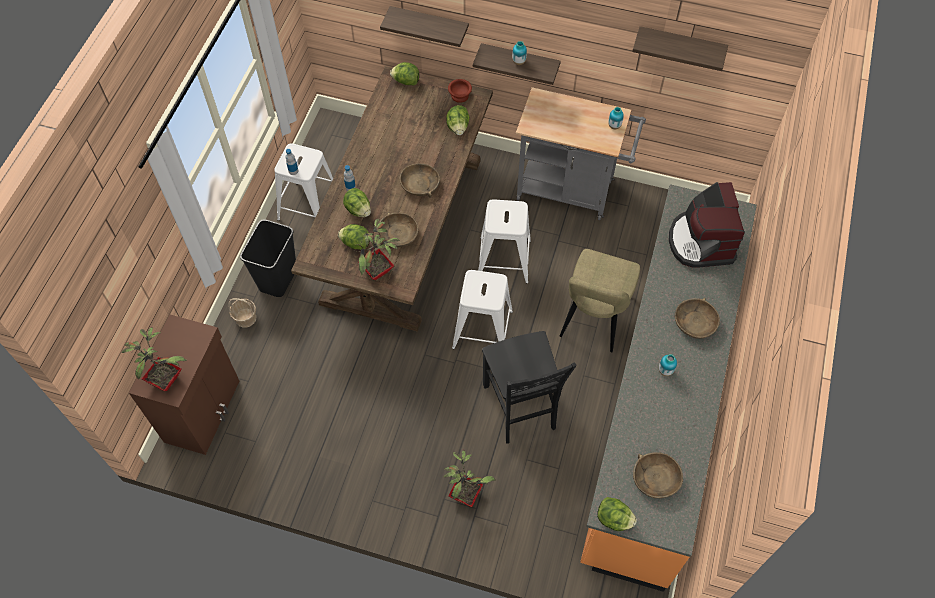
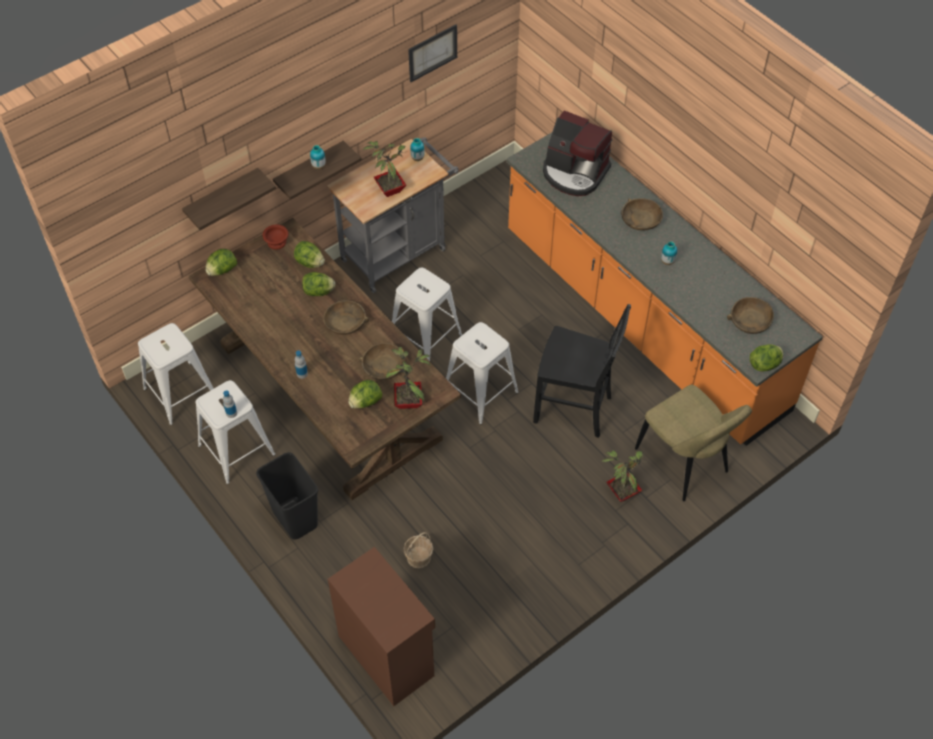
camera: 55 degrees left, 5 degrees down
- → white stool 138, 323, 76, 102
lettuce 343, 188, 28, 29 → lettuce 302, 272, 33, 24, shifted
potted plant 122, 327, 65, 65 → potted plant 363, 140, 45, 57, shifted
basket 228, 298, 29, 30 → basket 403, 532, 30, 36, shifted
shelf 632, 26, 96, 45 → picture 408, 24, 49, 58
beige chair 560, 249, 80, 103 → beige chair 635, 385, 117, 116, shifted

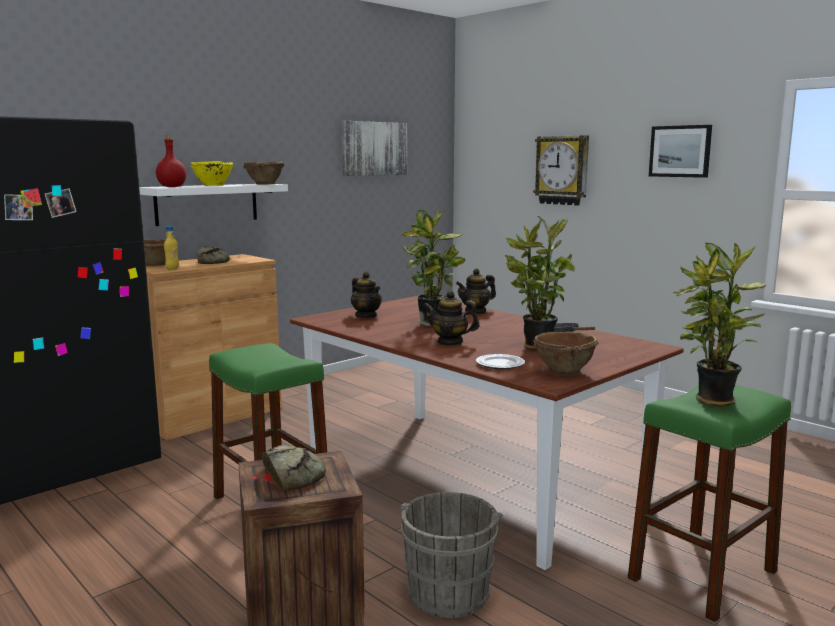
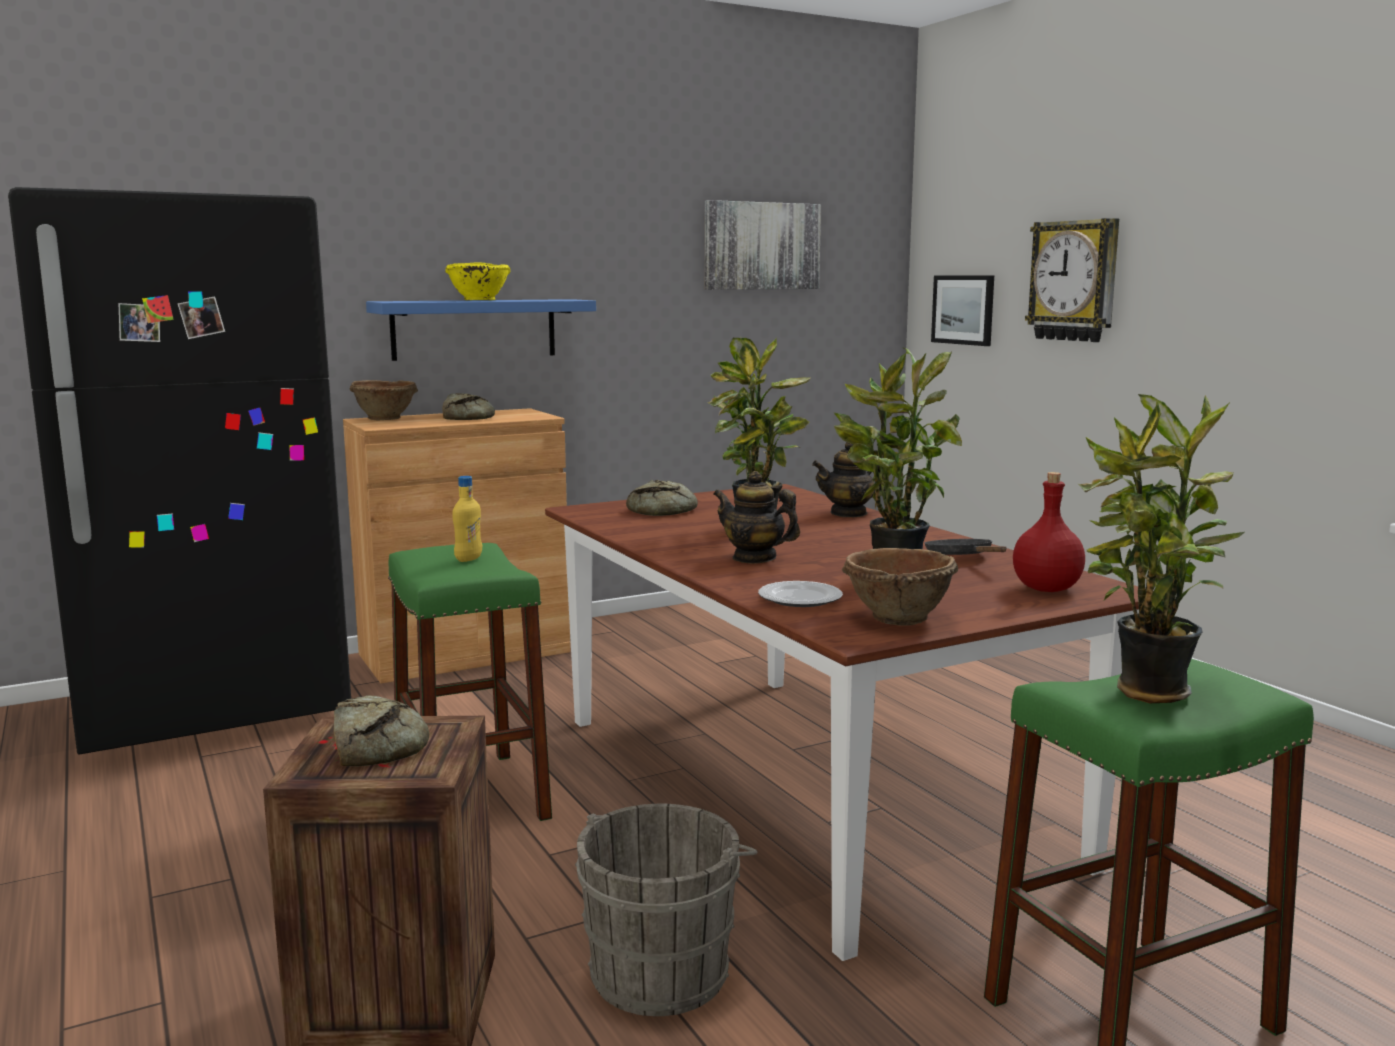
camera: 15 degrees right, 0 degrees up
white shelf 139, 184, 149, 42 → blue shelf 366, 299, 230, 62
yellow bottle 164, 226, 15, 44 → yellow bottle 452, 476, 30, 86, shifted
teapot 351, 272, 31, 46 → bread 626, 480, 72, 36
picture 649, 125, 63, 53 → picture 931, 276, 63, 70, shifted
red bottle 156, 135, 30, 52 → red bottle 1013, 472, 72, 120, shifted
brown bowl 243, 161, 42, 24 → -

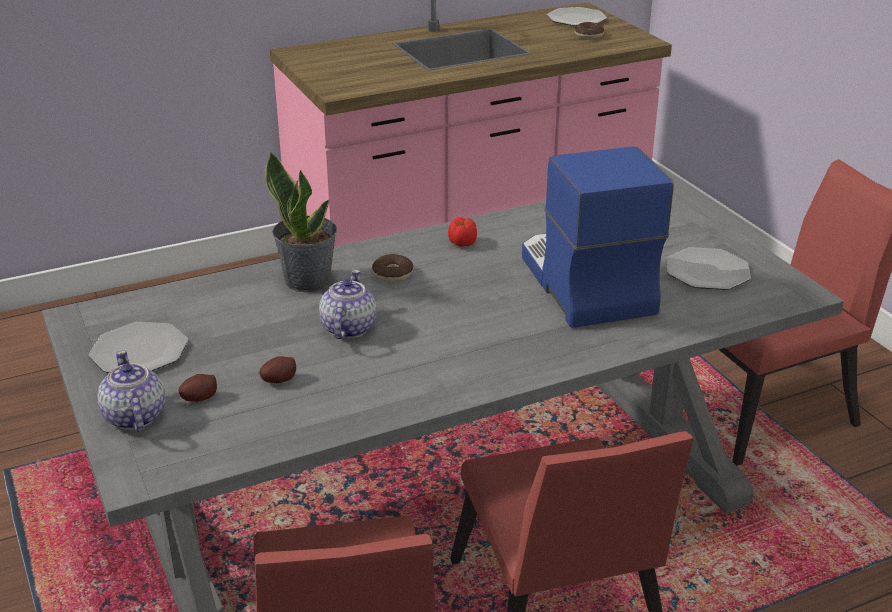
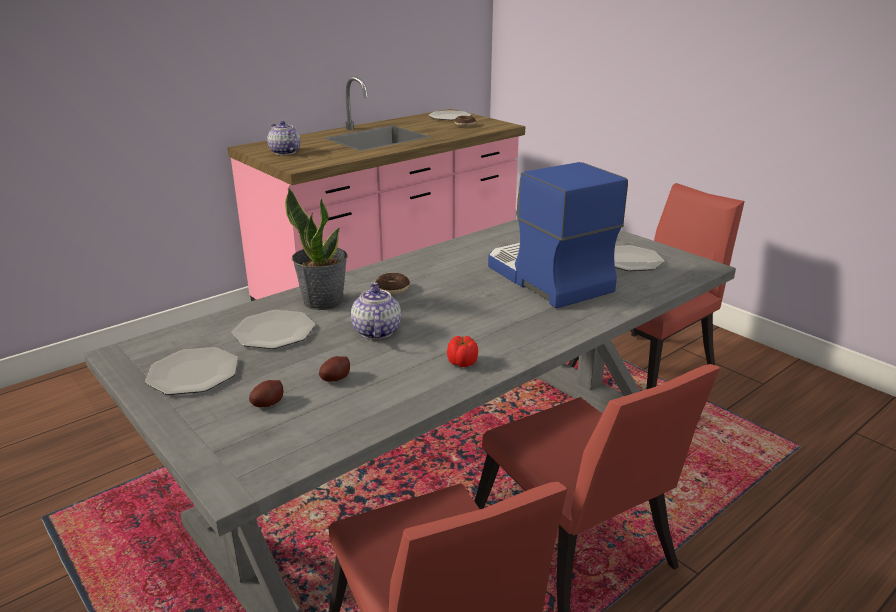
camera: 15 degrees left, 5 degrees down
- → plate 232, 310, 83, 39
teapot 97, 350, 68, 82 → teapot 267, 121, 34, 34, shifted
tomato 448, 217, 29, 30 → tomato 447, 336, 31, 31, shifted

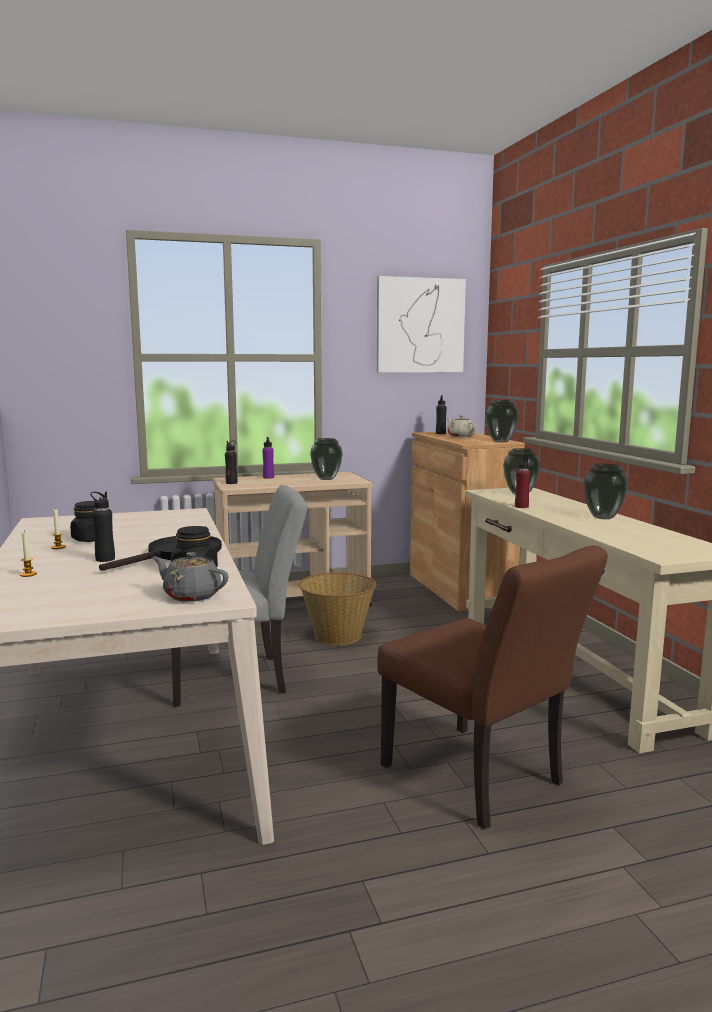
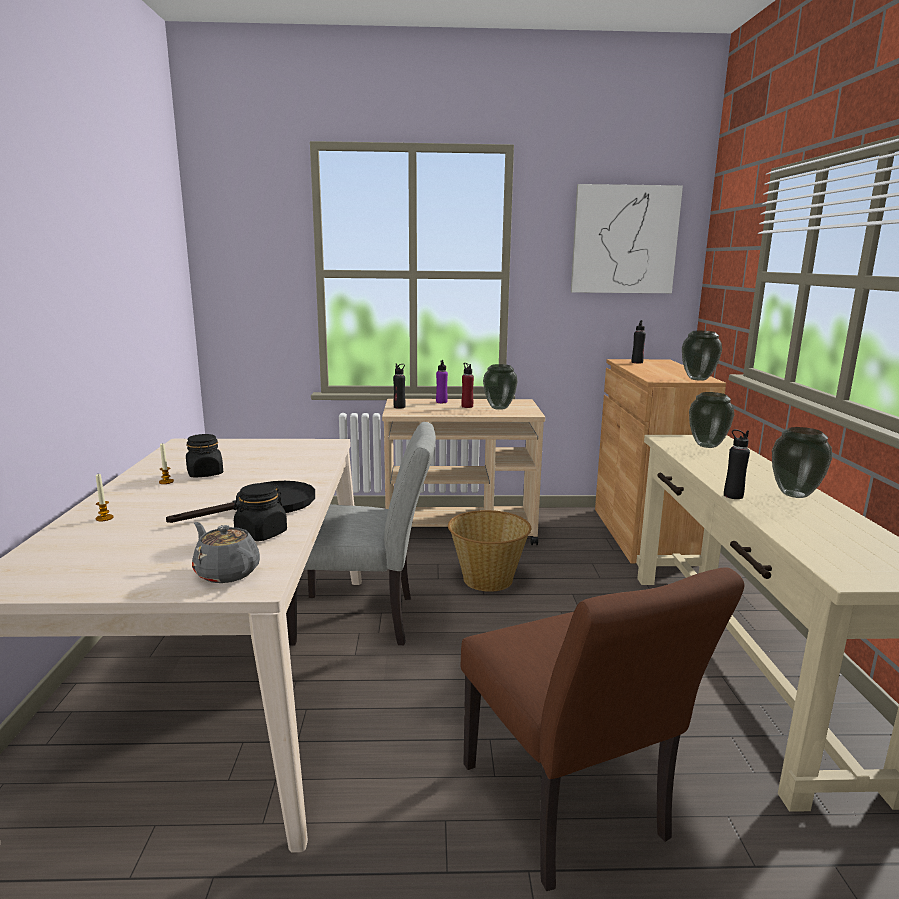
camera: 15 degrees right, 5 degrees up
red bottle 515, 456, 15, 52 → red bottle 461, 363, 13, 45, shifted
black bottle 90, 492, 25, 70 → black bottle 724, 429, 26, 70, shifted
beige teapot 447, 415, 29, 22 → -

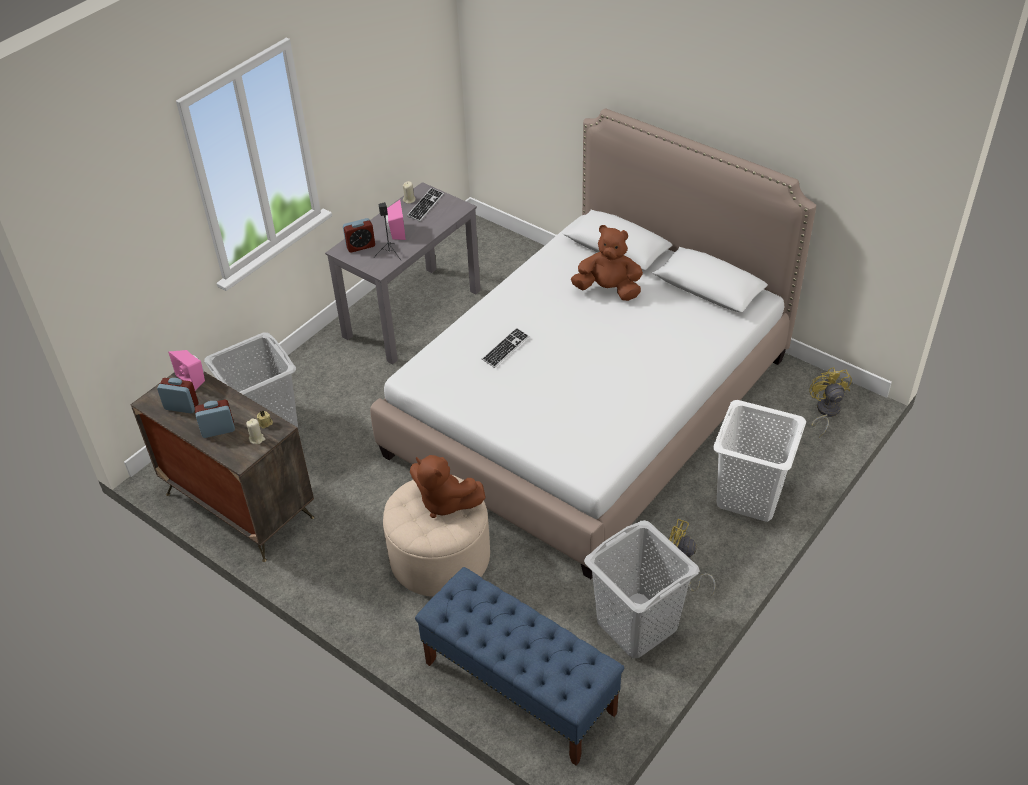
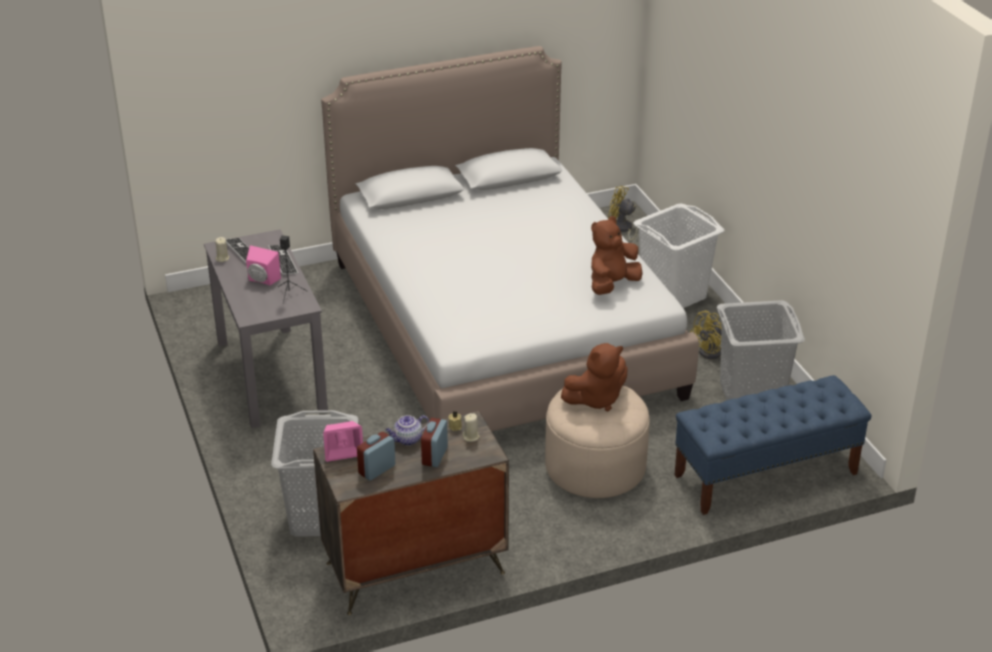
camera: 60 degrees left, 10 degrees down
keyboard 482, 328, 47, 40 → keyboard 268, 245, 30, 31, shifted
- → teapot 385, 415, 44, 31
brown plush toy 571, 225, 72, 76 → brown plush toy 591, 216, 52, 79, shifted
alarm clock 343, 218, 32, 35 → -

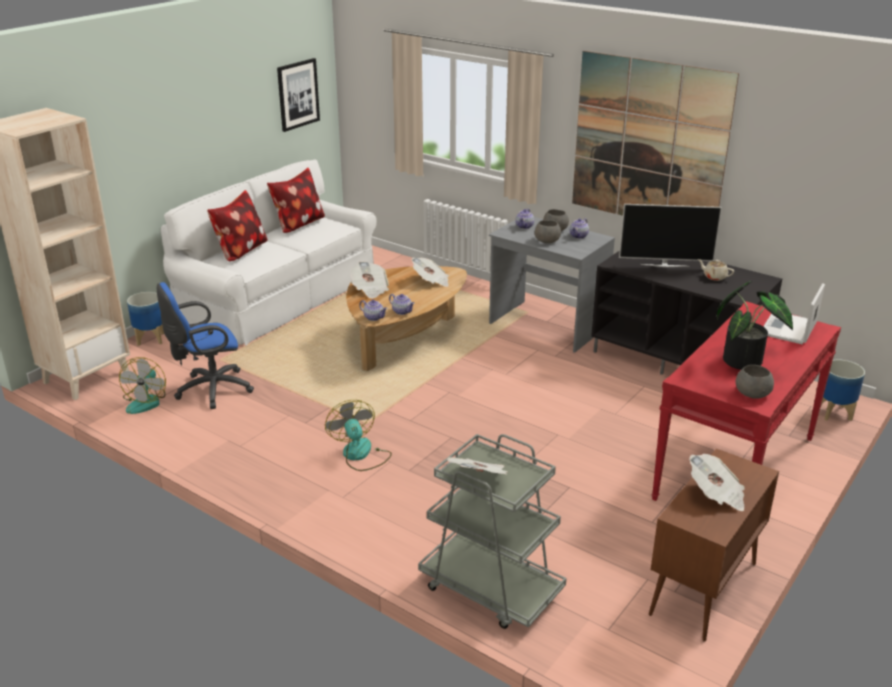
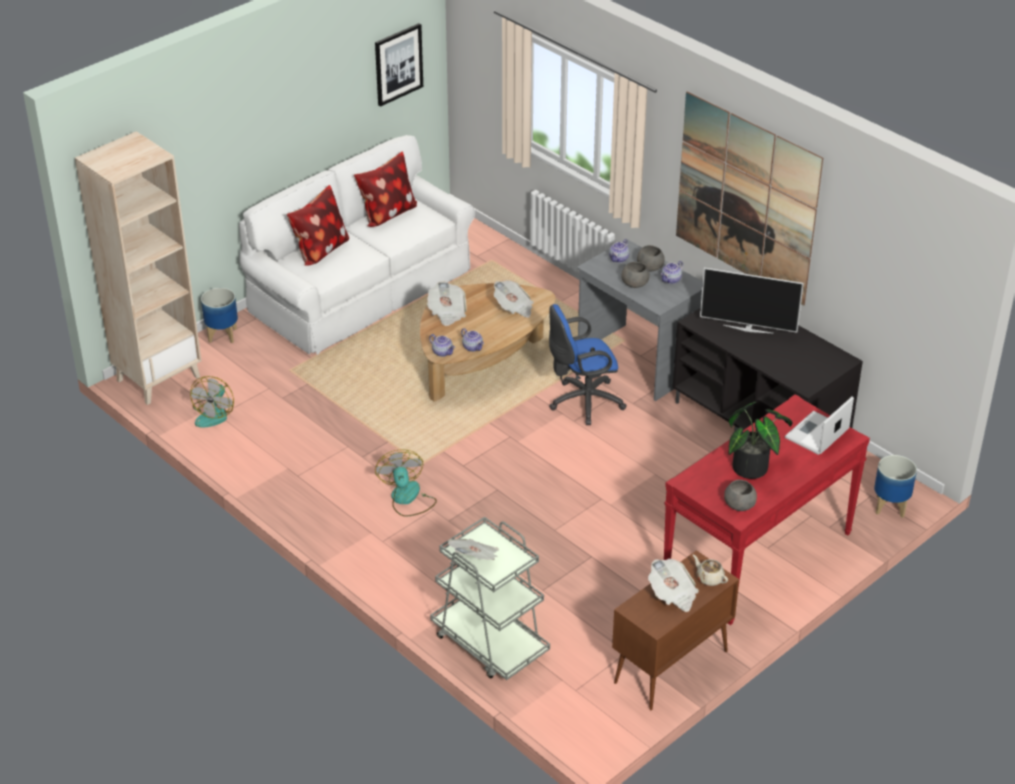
camera: 10 degrees right, 10 degrees up
blue office chair 157, 282, 97, 127 → blue office chair 549, 304, 78, 121, shifted
beige teapot 698, 259, 36, 22 → beige teapot 693, 555, 35, 31, shifted

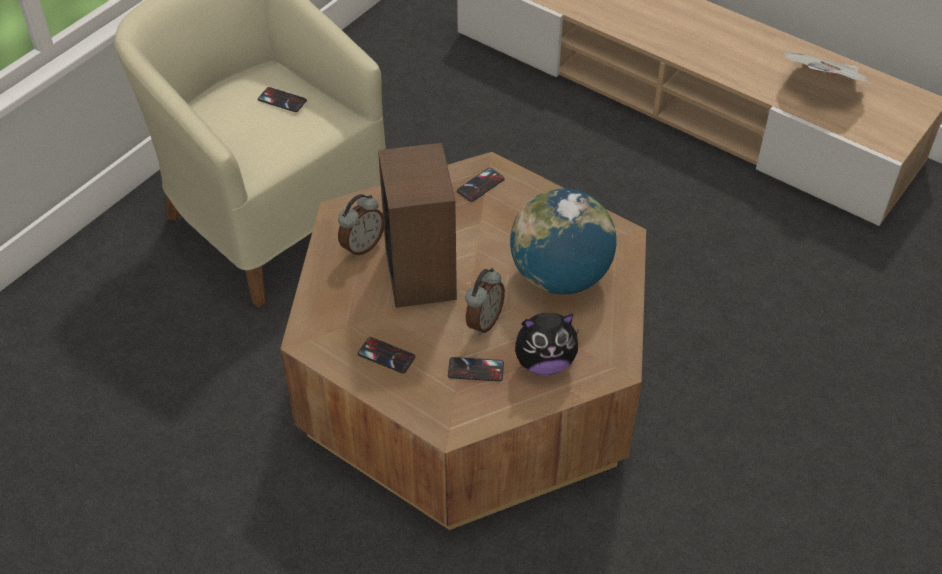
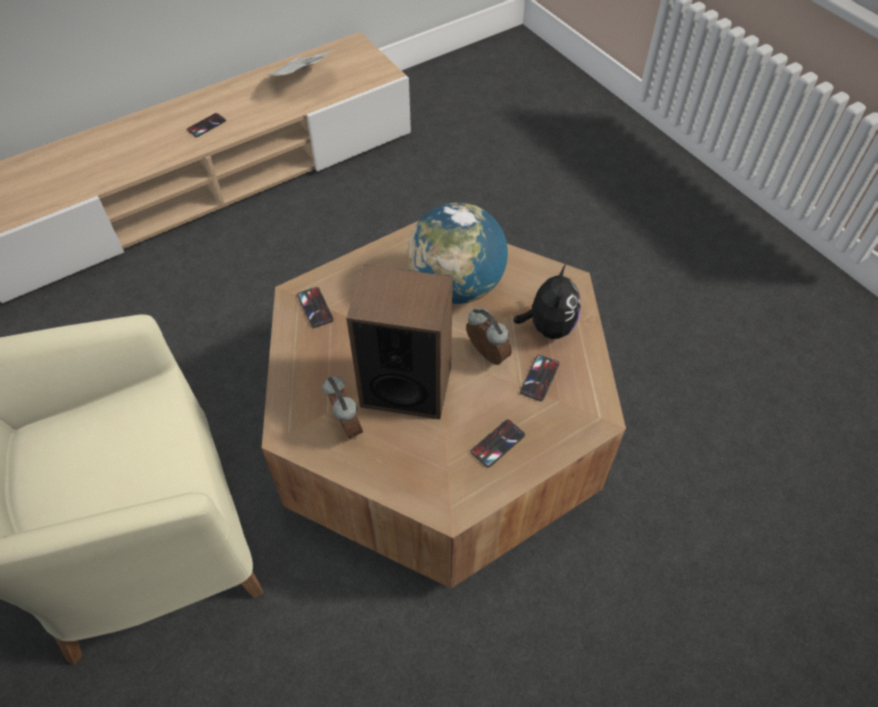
camera: 70 degrees left, 5 degrees up
phone 258, 87, 49, 25 → phone 187, 113, 39, 24, shifted

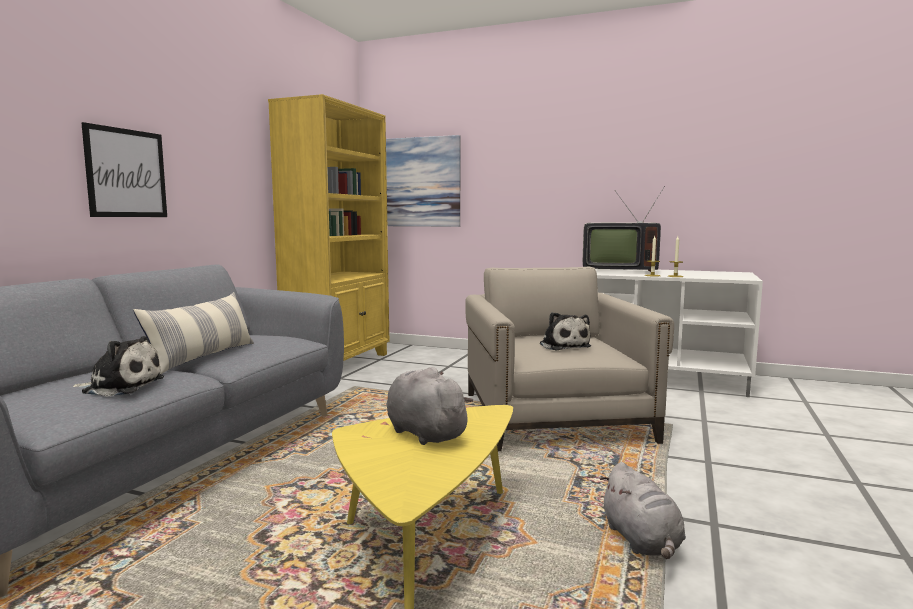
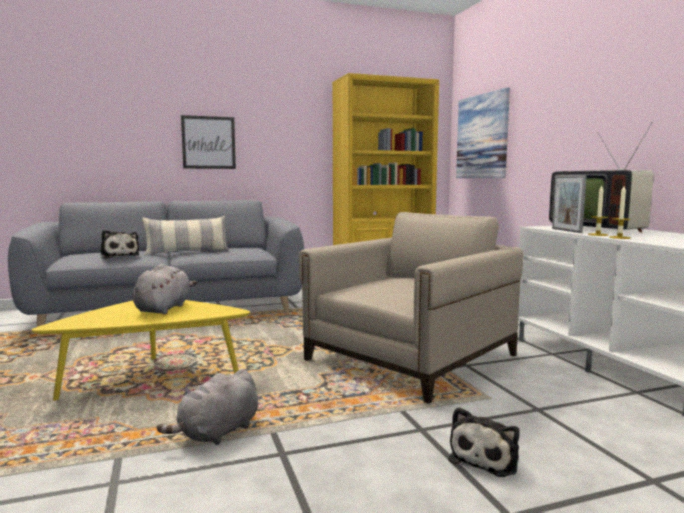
camera: 50 degrees right, 0 degrees up
plush toy 540, 312, 51, 38 → plush toy 449, 407, 71, 70, shifted
- → picture frame 552, 175, 35, 58

